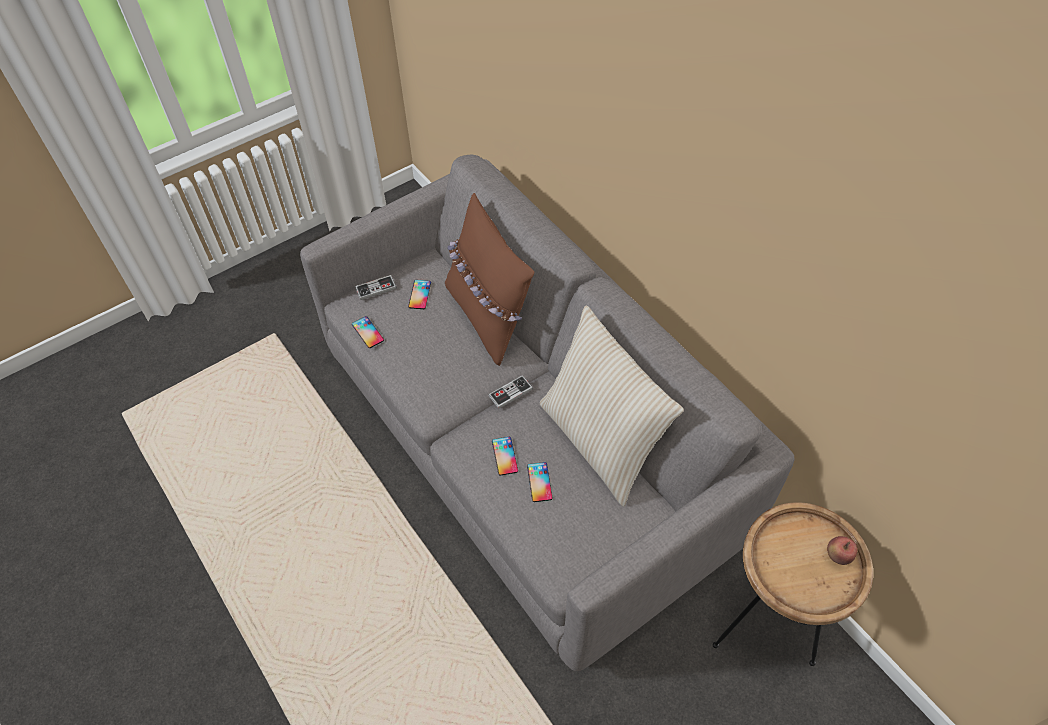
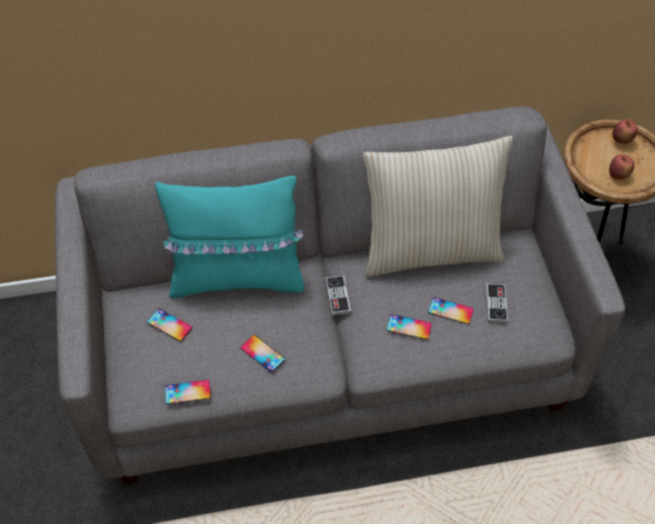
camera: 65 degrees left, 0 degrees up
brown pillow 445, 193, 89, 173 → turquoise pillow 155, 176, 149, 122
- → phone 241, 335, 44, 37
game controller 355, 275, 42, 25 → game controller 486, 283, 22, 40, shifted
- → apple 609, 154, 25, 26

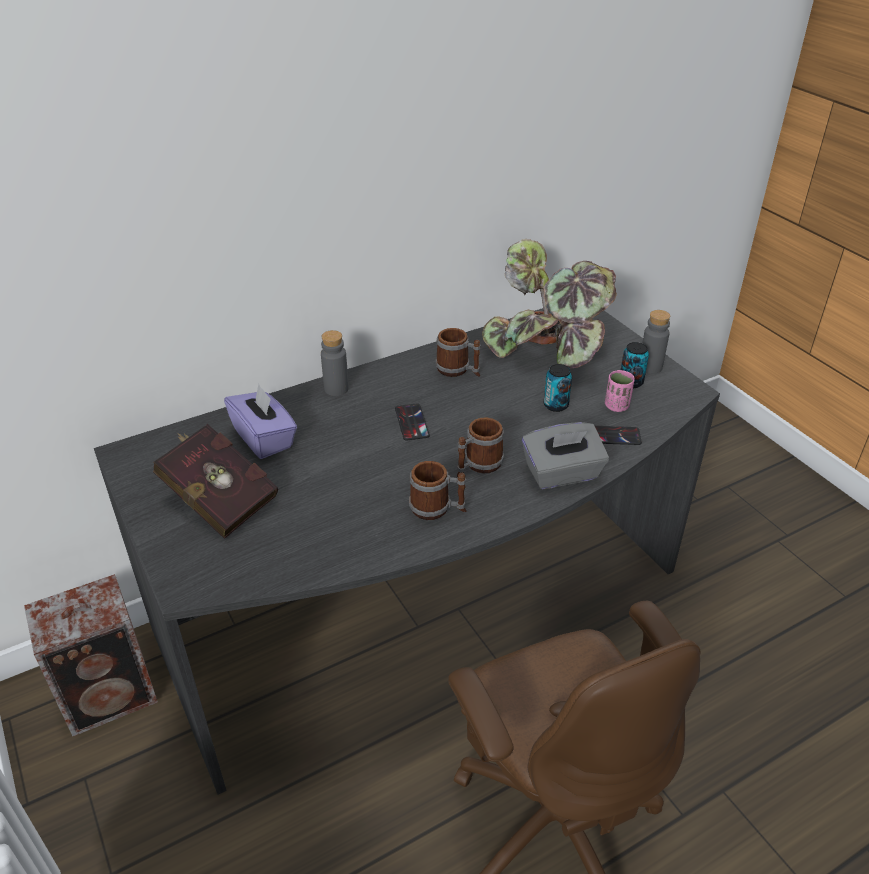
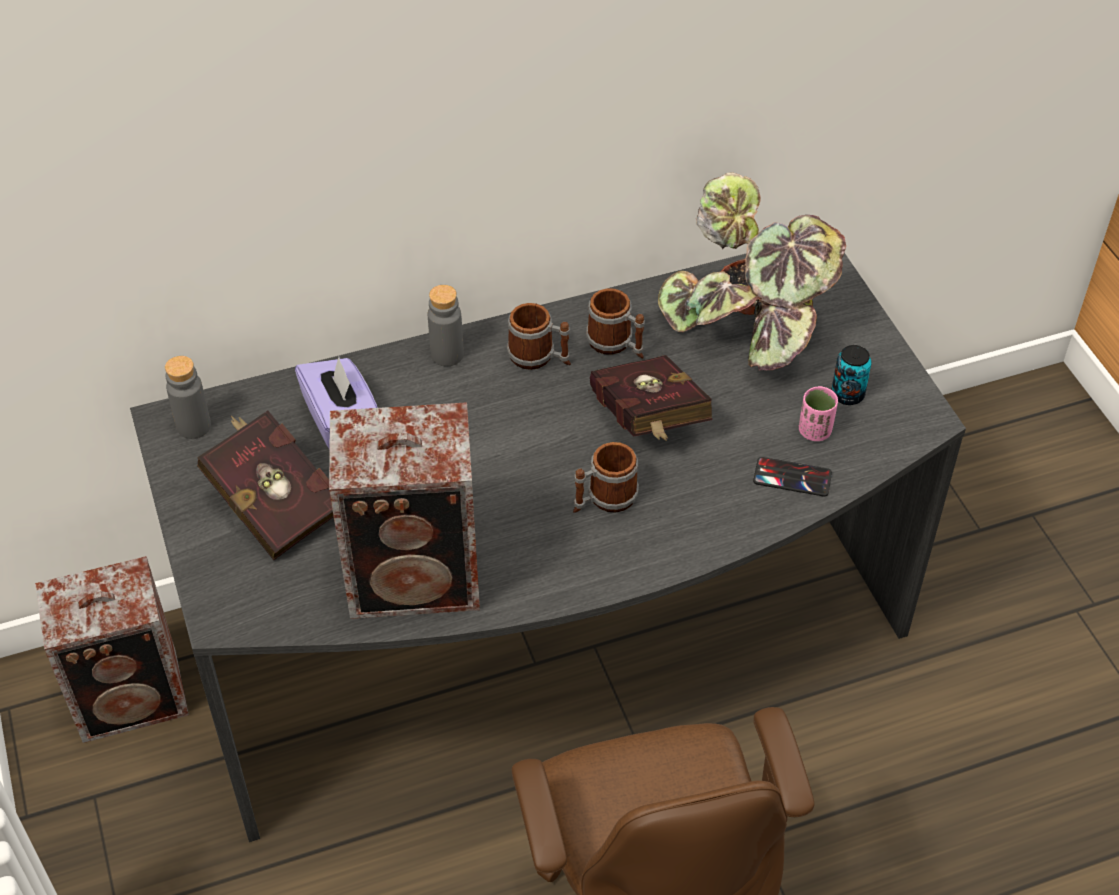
camera: 10 degrees right, 10 degrees up
grey bottle 642, 310, 28, 64 → grey bottle 165, 356, 46, 83, shifted
- → speaker 329, 402, 151, 217
mug 409, 461, 57, 59 → mug 507, 303, 64, 67, shifted
- → red book 590, 355, 122, 86
phone 395, 403, 35, 38 → -
grey tissue box 522, 422, 87, 67 → -
can 544, 364, 28, 48 → -

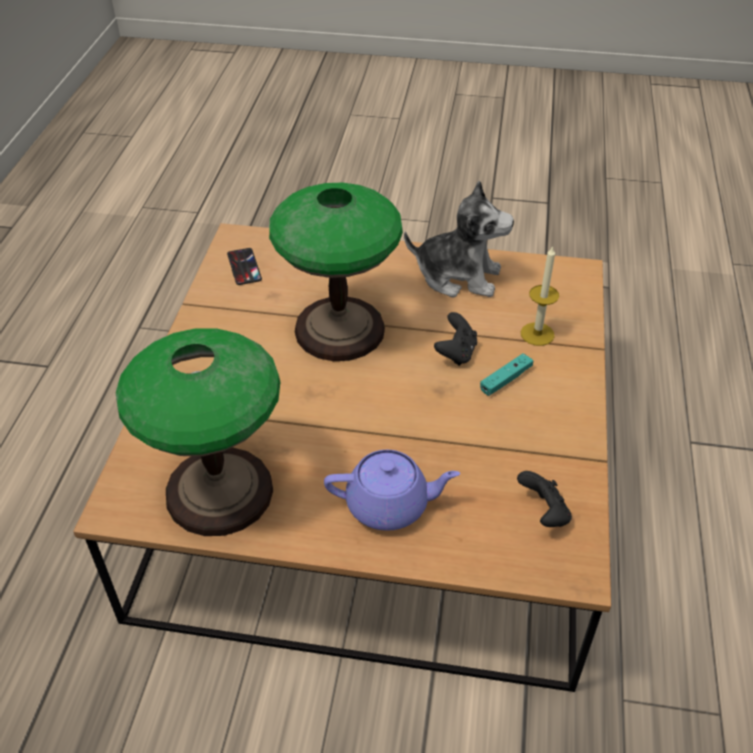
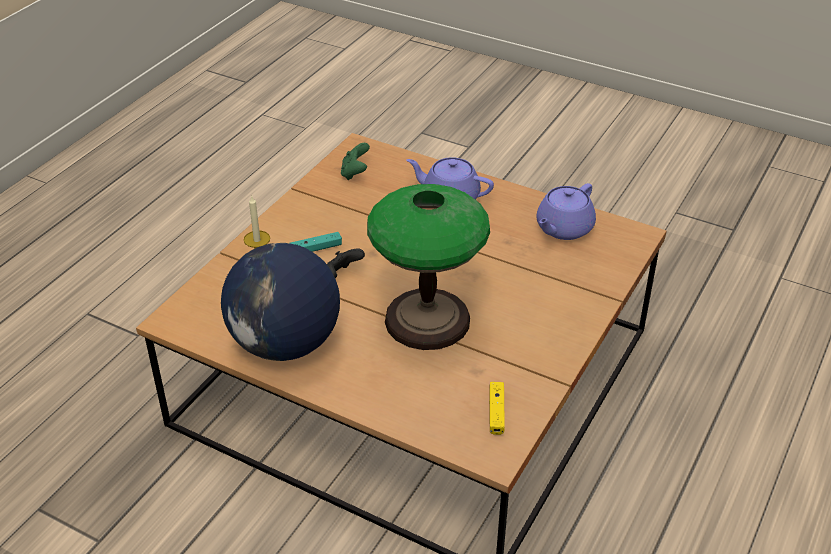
camera: 160 degrees left, 5 degrees down
plush toy 404, 180, 110, 118 → globe 221, 243, 119, 118
black game controller 517, 471, 55, 56 → green game controller 341, 143, 29, 37
phone 227, 248, 35, 37 → yellow game controller 489, 382, 16, 53
table lamp 116, 328, 164, 208 → purple teapot 537, 183, 59, 57

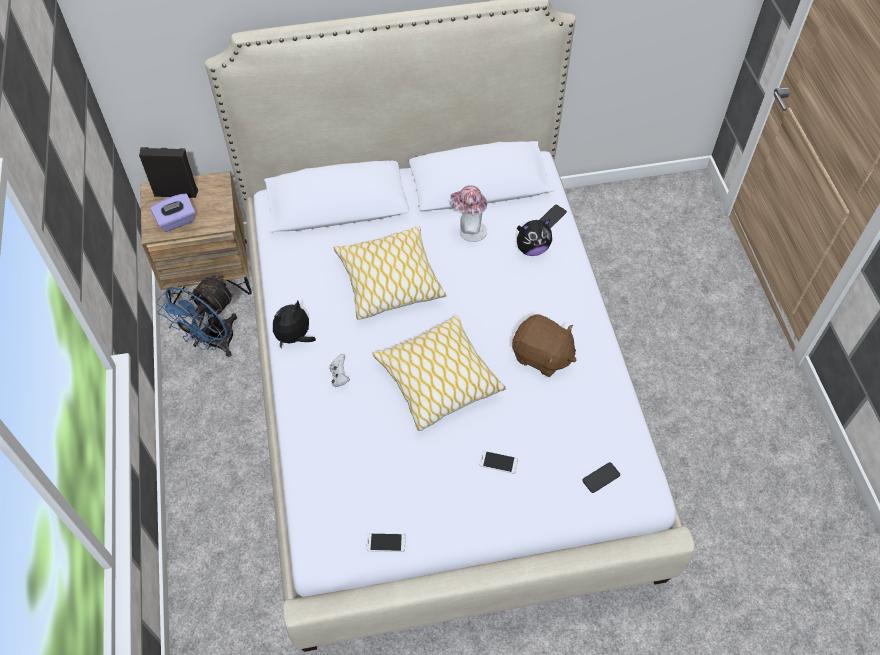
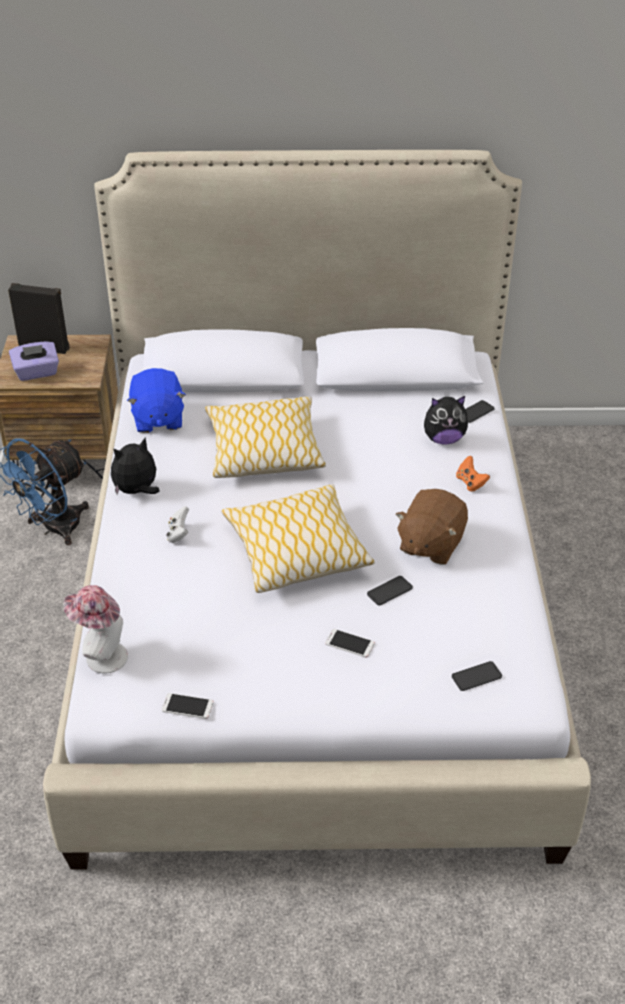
camera: 10 degrees right, 15 degrees down
hat 450, 185, 37, 57 → hat 63, 585, 65, 89, shifted
- → blue plush toy 127, 368, 59, 65
- → phone 367, 576, 46, 30
brown plush toy 512, 314, 64, 63 → brown plush toy 395, 489, 73, 76, 75 degrees clockwise
- → orange game controller 456, 456, 34, 36

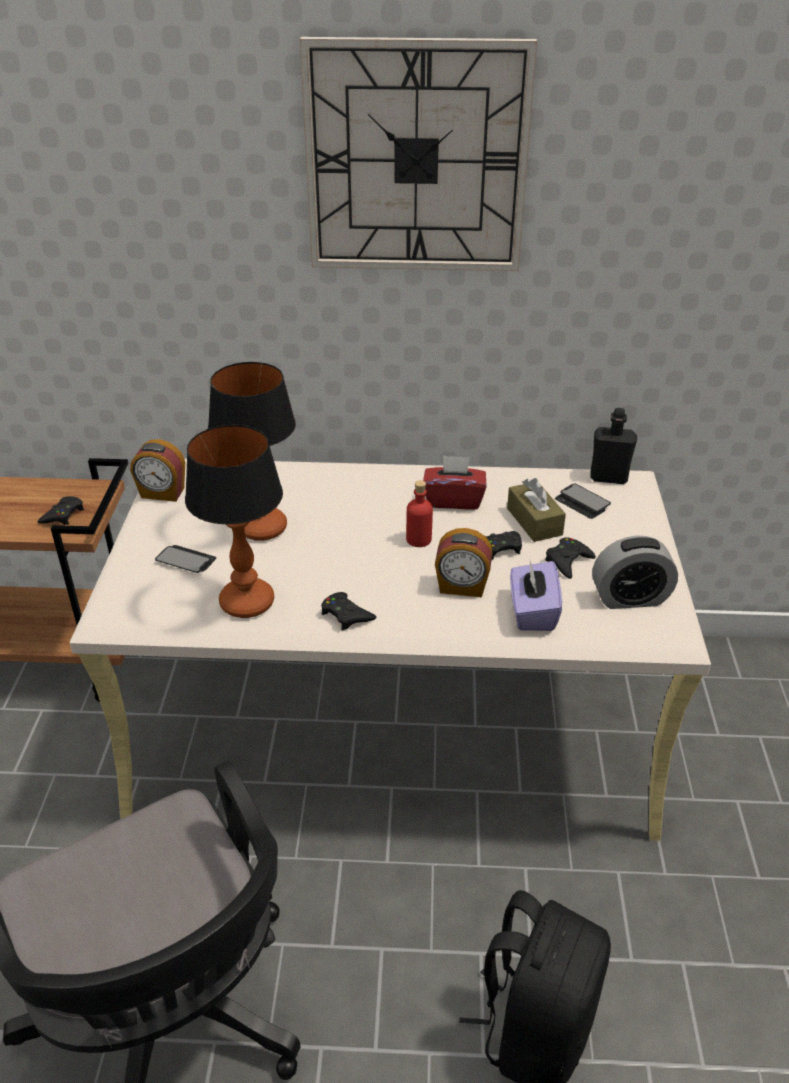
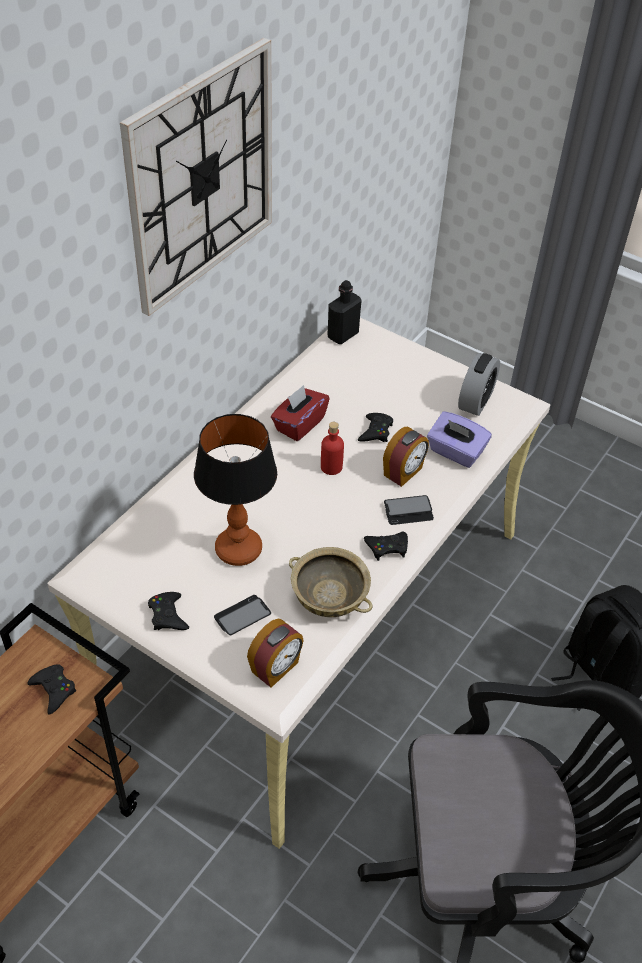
camera: 60 degrees left, 10 degrees up
black game controller 545, 537, 51, 42 → black game controller 148, 592, 41, 38, shifted
alarm clock 130, 439, 55, 63 → alarm clock 247, 618, 57, 70, shifted
table lamp 185, 425, 98, 193 → beige bowl 289, 547, 84, 70
phone 555, 483, 56, 36 → phone 384, 495, 50, 30, shifted
brown tissue box 507, 478, 59, 64 → -

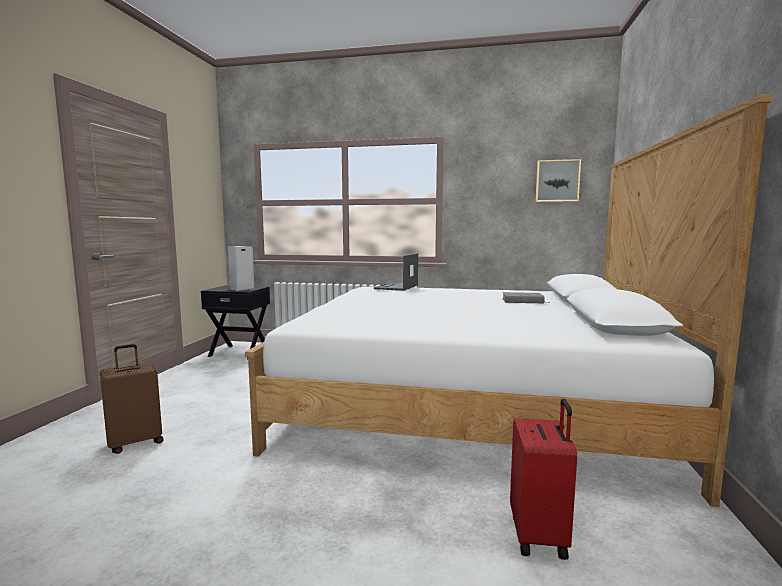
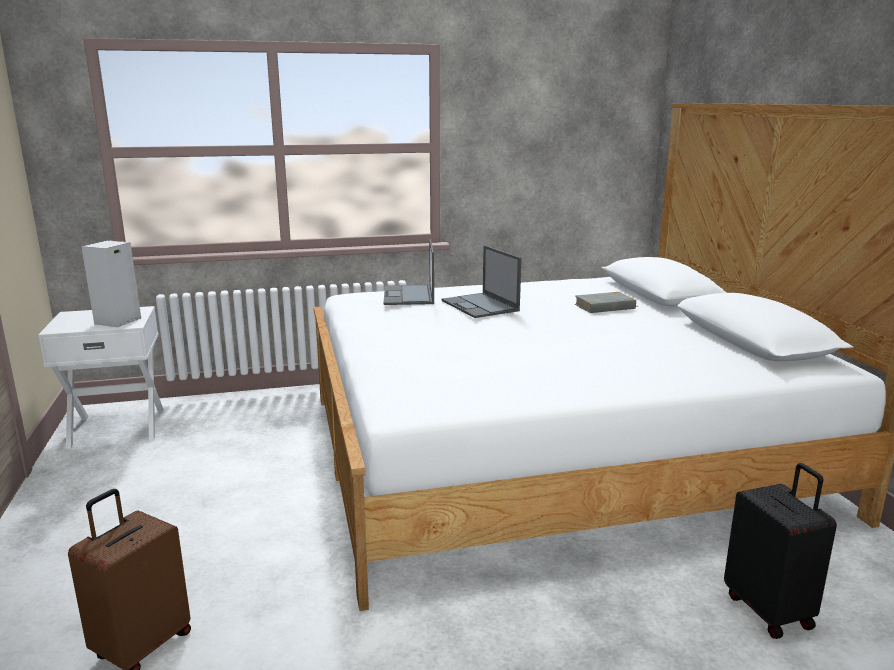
camera: 25 degrees left, 10 degrees up
black nightstand 201, 285, 69, 74 → white nightstand 38, 306, 126, 143
- → laptop 442, 245, 79, 73
red suitcase 510, 399, 67, 161 → black suitcase 724, 463, 113, 176
picture 535, 159, 46, 43 → -

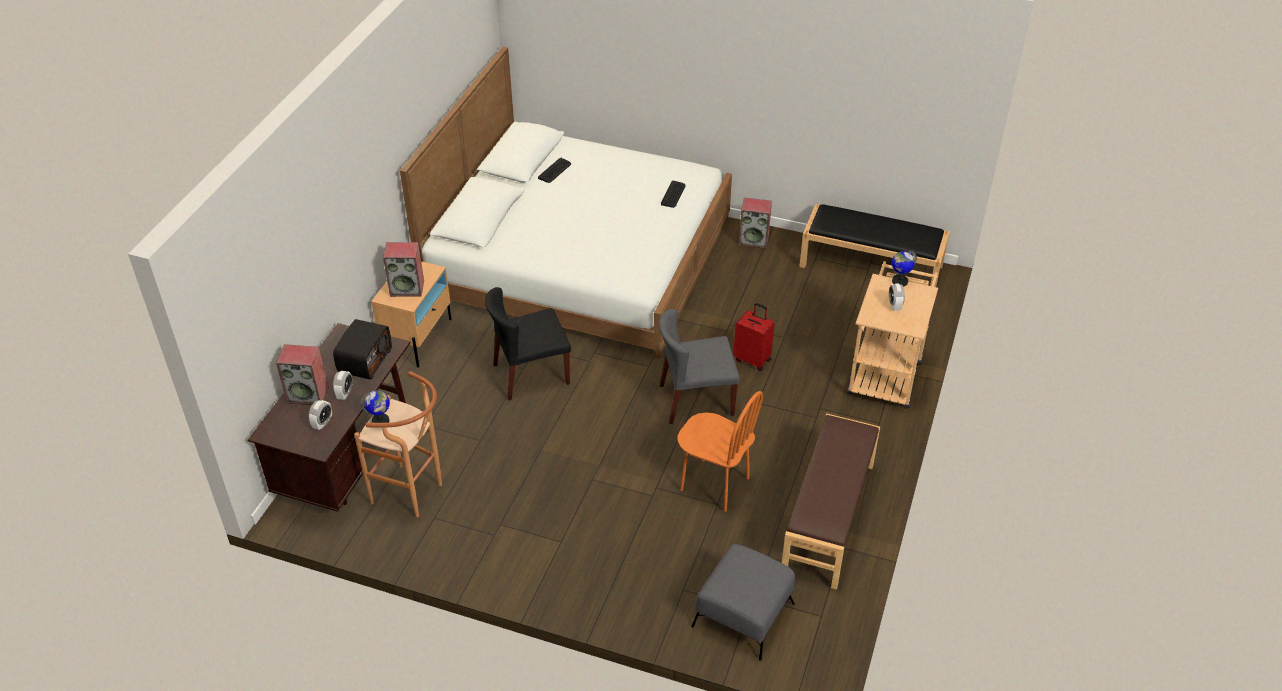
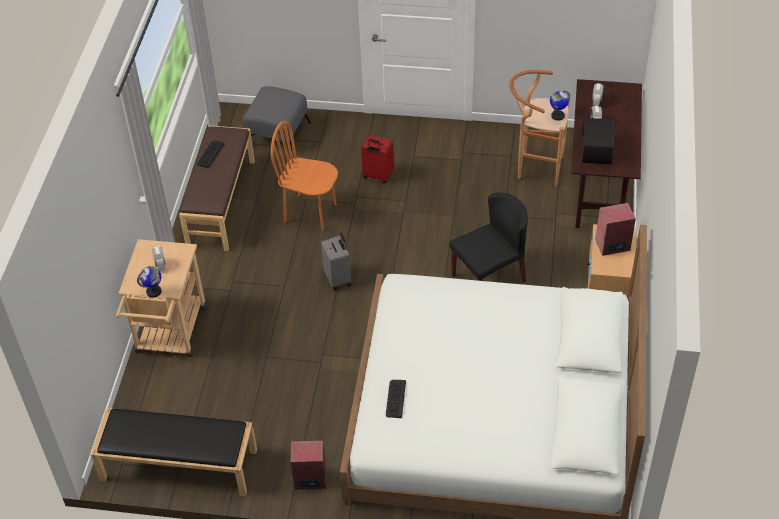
camera: 170 degrees right, 5 degrees up
keyboard 538, 158, 33, 25 → keyboard 197, 140, 27, 28, shifted
grey chair 659, 309, 81, 115 → grey suitcase 321, 232, 30, 59
red suitcase 733, 303, 42, 68 → red suitcase 361, 135, 33, 48, shifted
speaker 276, 344, 53, 61 → -

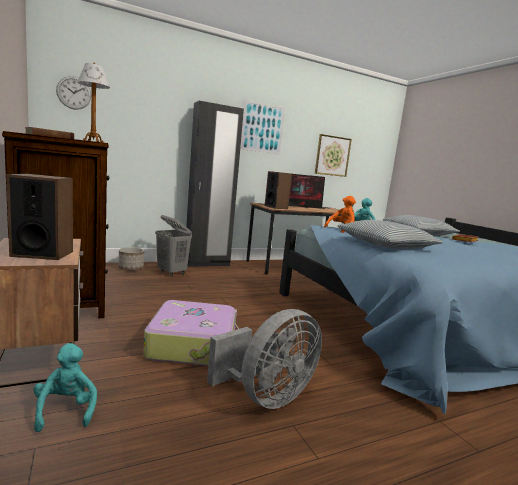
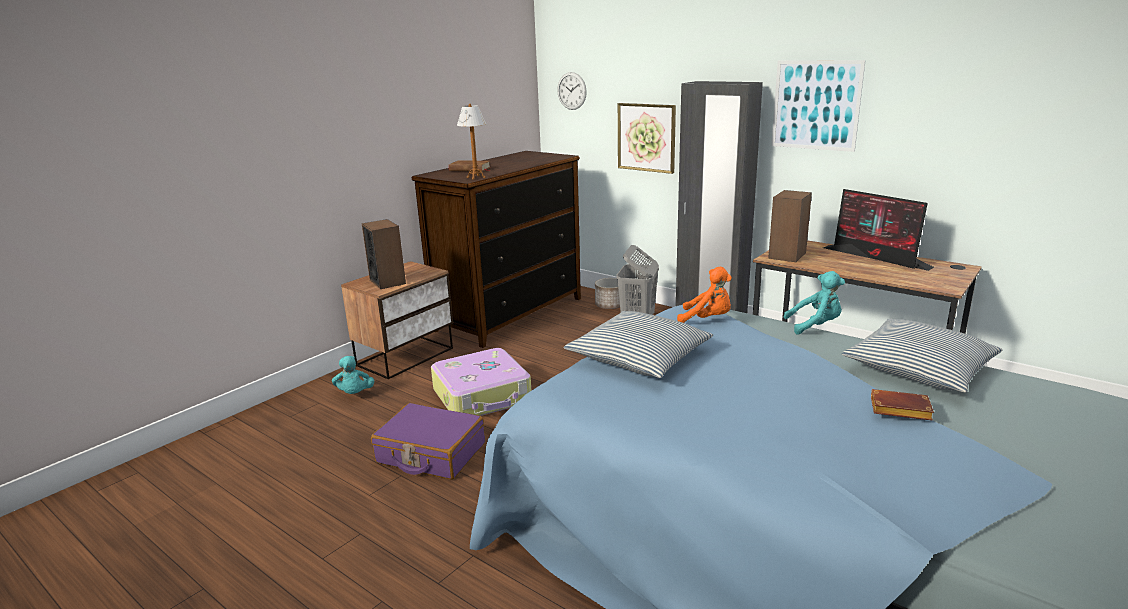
camera: 65 degrees right, 10 degrees up
turquoise plush toy 34, 343, 63, 89 → turquoise plush toy 332, 356, 42, 38, 120 degrees clockwise
grey fan 207, 309, 115, 100 → purple suitcase 371, 403, 114, 77
picture 315, 134, 37, 43 → picture 618, 103, 58, 71, shifted

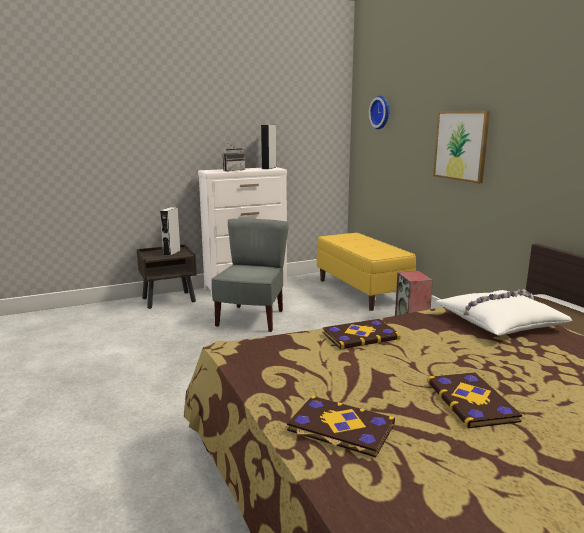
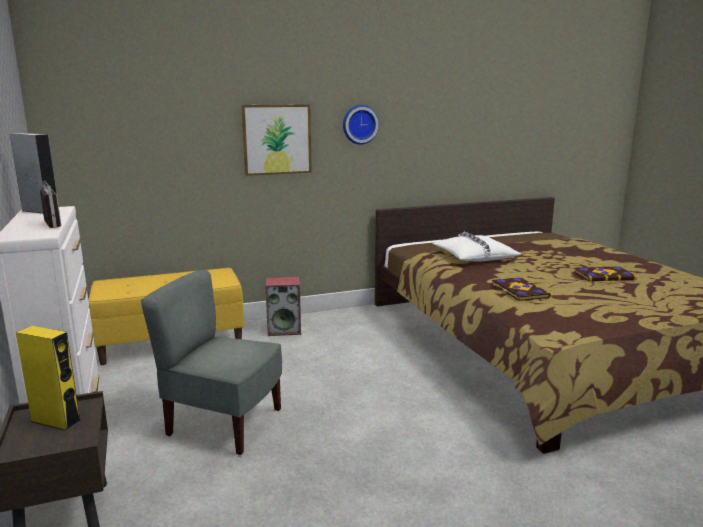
camera: 85 degrees left, 0 degrees up
grey speaker 160, 207, 20, 49 → yellow speaker 16, 326, 65, 105
wall clock 369, 96, 20, 33 → wall clock 343, 105, 36, 39, shifted
book 287, 395, 108, 63 → -

